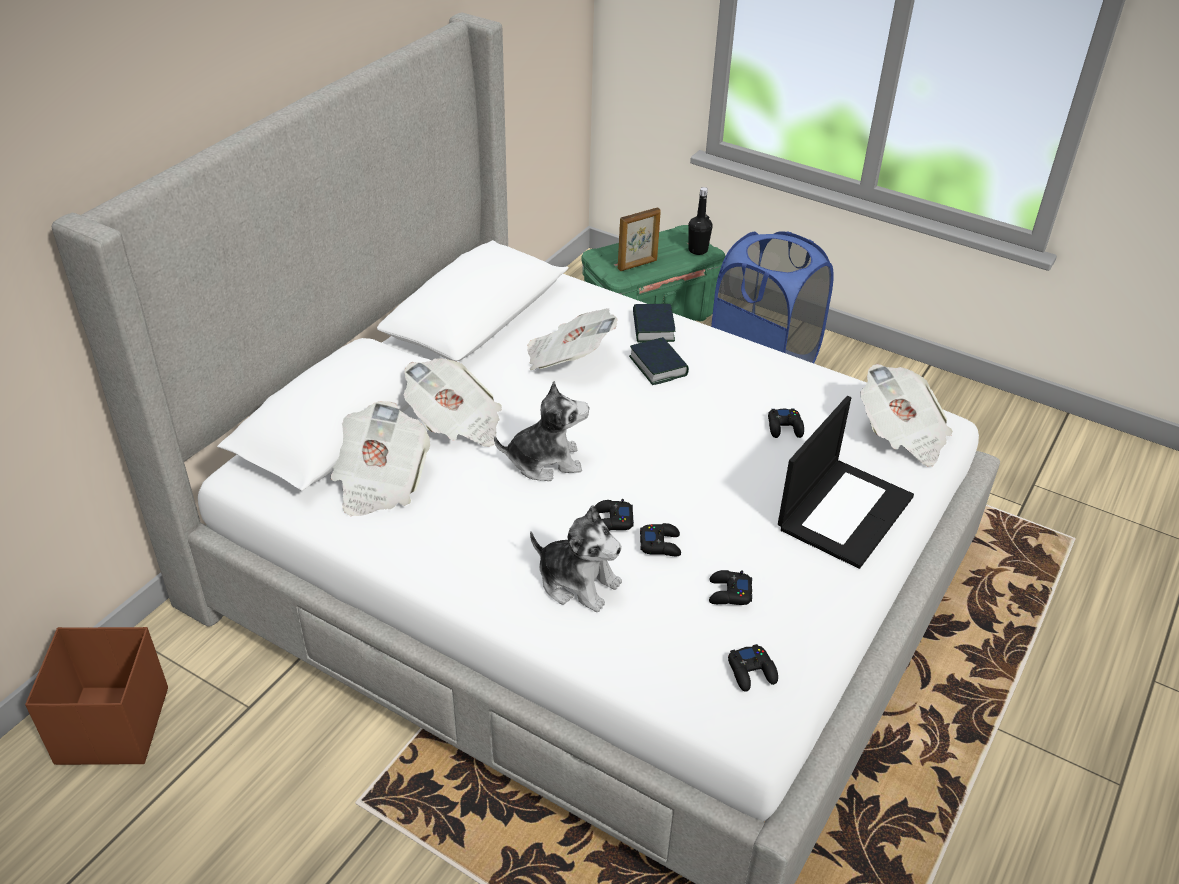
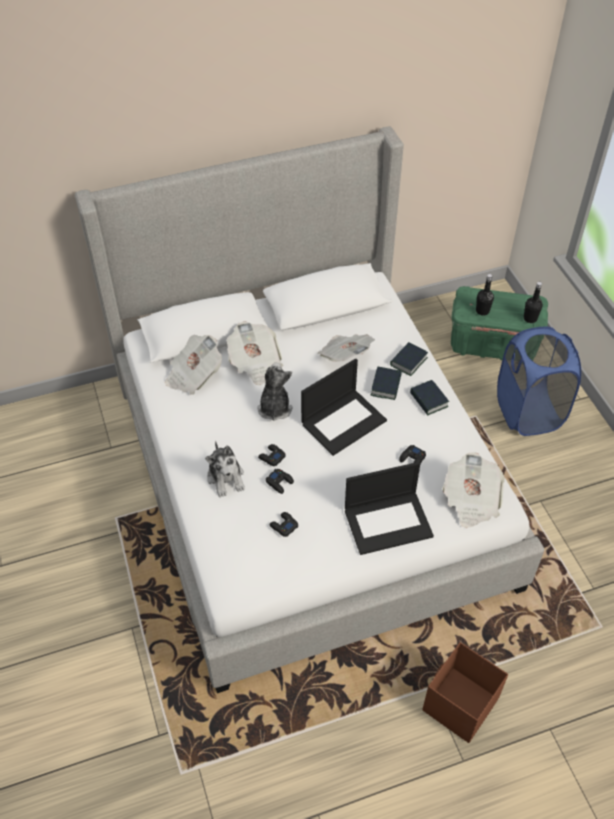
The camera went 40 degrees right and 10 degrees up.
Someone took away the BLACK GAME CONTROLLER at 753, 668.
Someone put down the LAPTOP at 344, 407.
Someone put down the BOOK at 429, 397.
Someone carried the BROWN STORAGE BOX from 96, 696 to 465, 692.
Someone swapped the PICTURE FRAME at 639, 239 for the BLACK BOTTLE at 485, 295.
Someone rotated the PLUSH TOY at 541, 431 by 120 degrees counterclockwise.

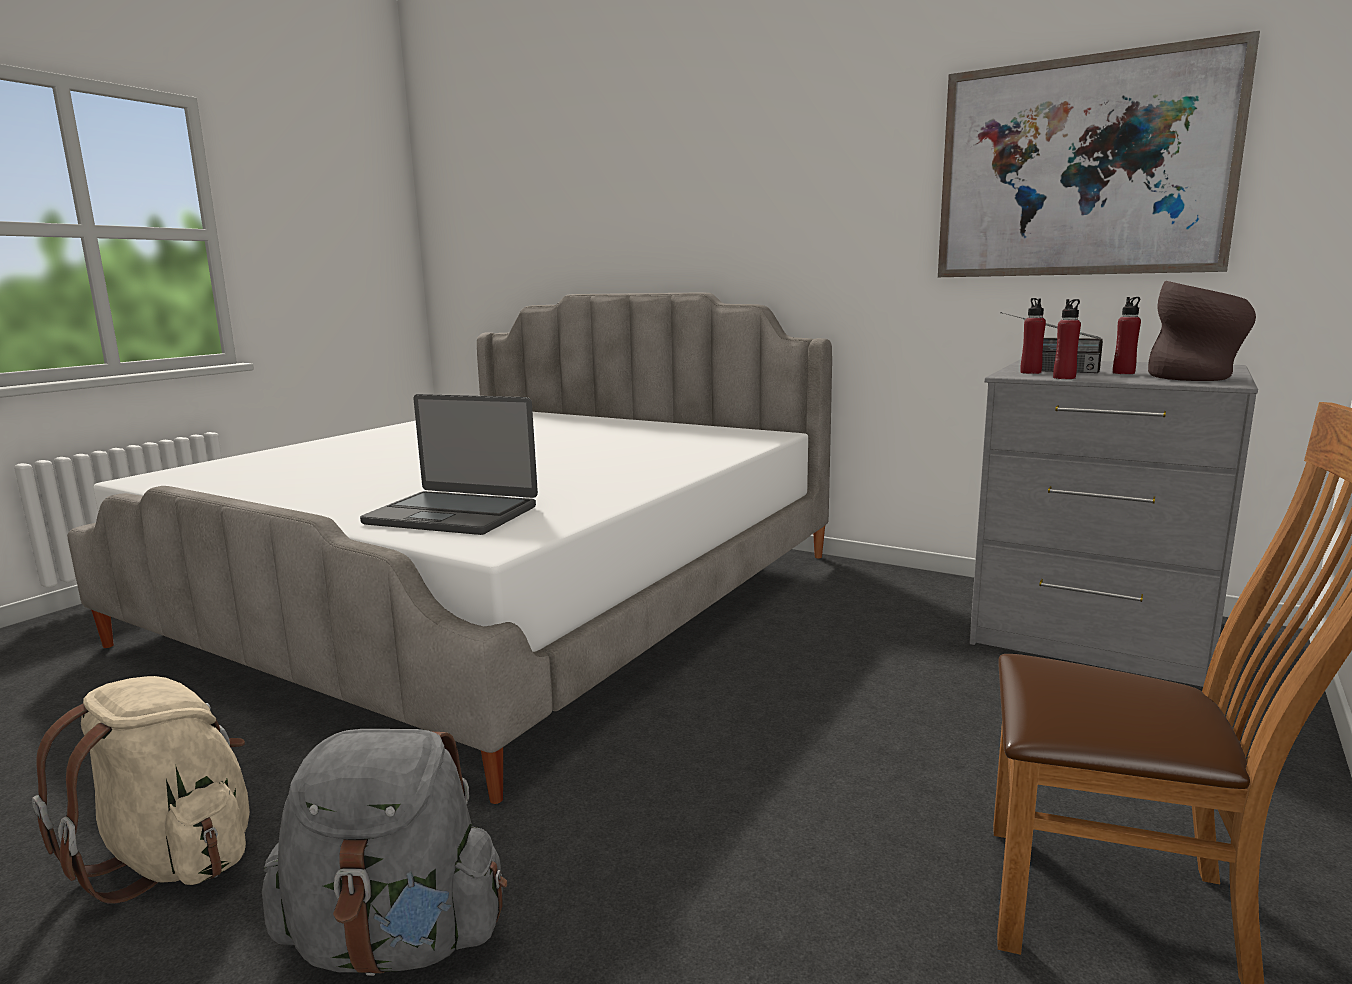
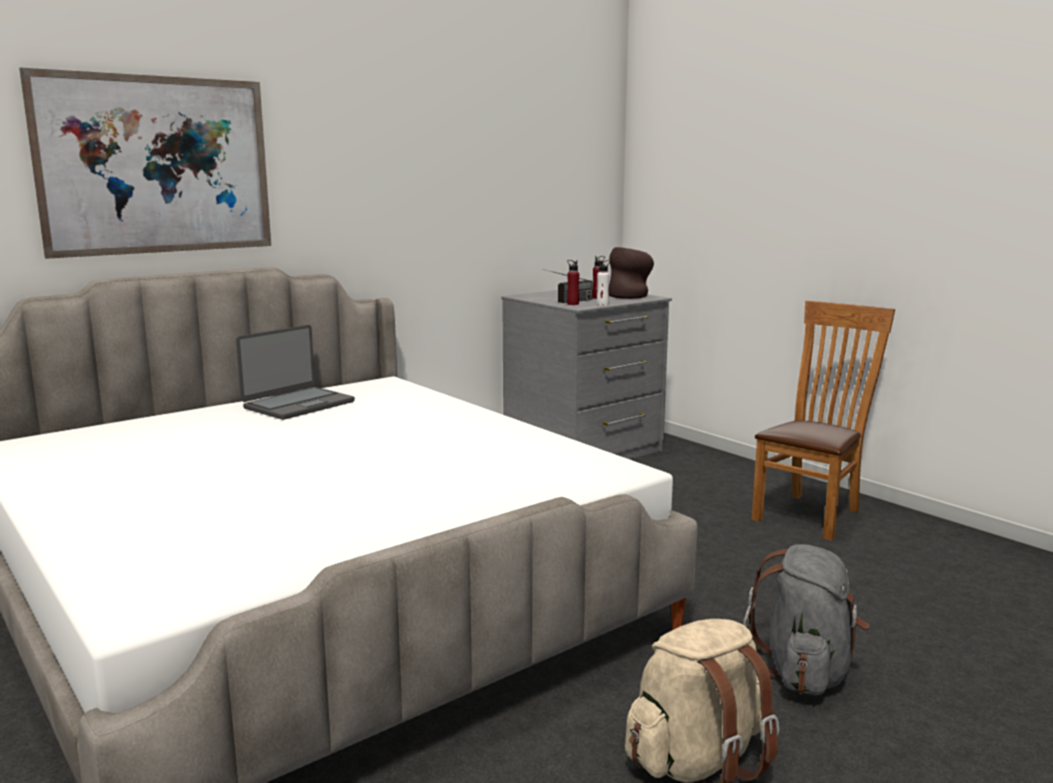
The camera went 70 degrees left and 0 degrees up.
Someone carried the LAPTOP from 449, 464 to 295, 372.
Someone carried the PICTURE from 1099, 154 to 145, 163.
Someone repainted the RED BOTTLE at 1067, 339, which became the WHITE BOTTLE at 603, 283.

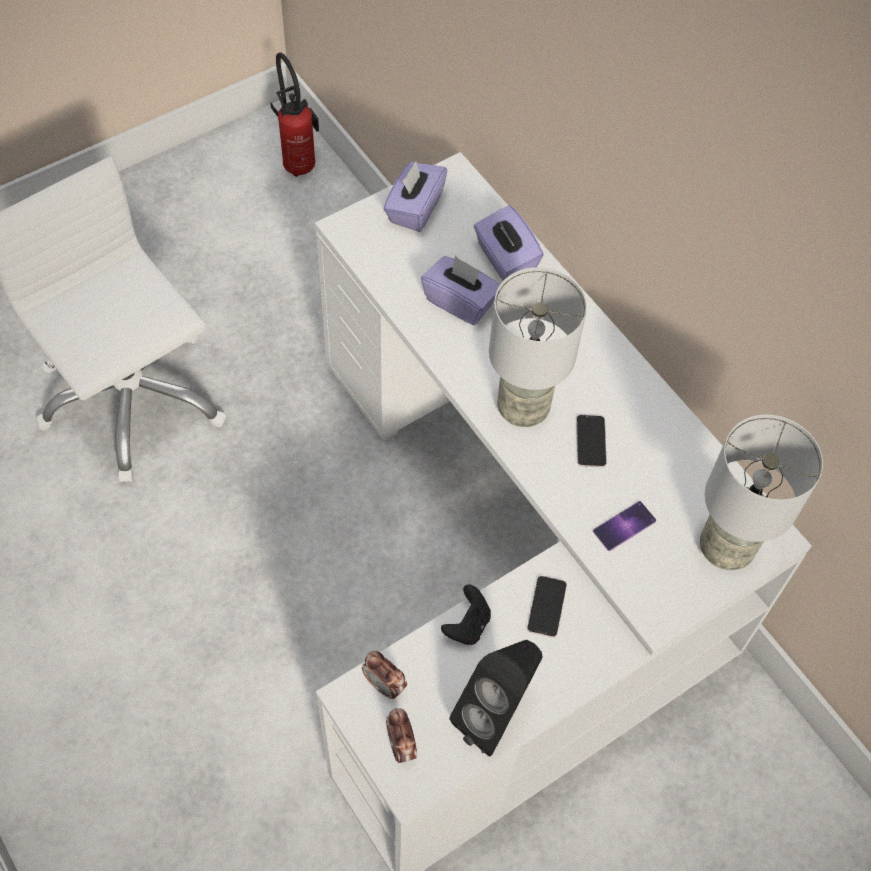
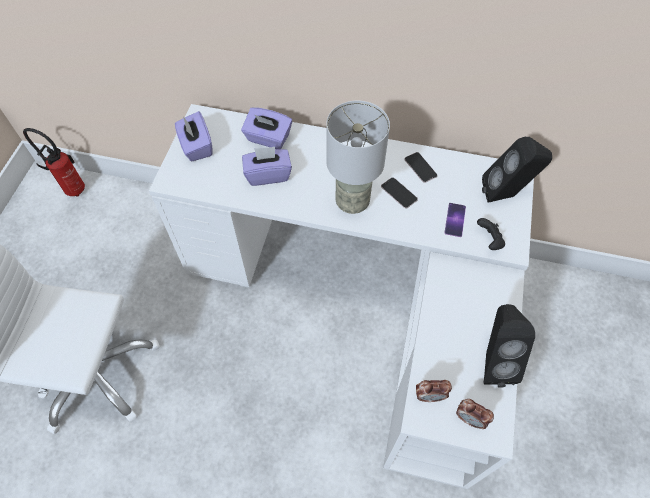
The camera went 40 degrees left and 0 degrees up.
Someone carried the BLACK GAME CONTROLLER from 466, 614 to 491, 234.
Someone carried the PHONE from 547, 607 to 420, 167.
Someone swapped the GREY TABLE LAMP at 761, 492 for the BLACK SPEAKER at 517, 170.

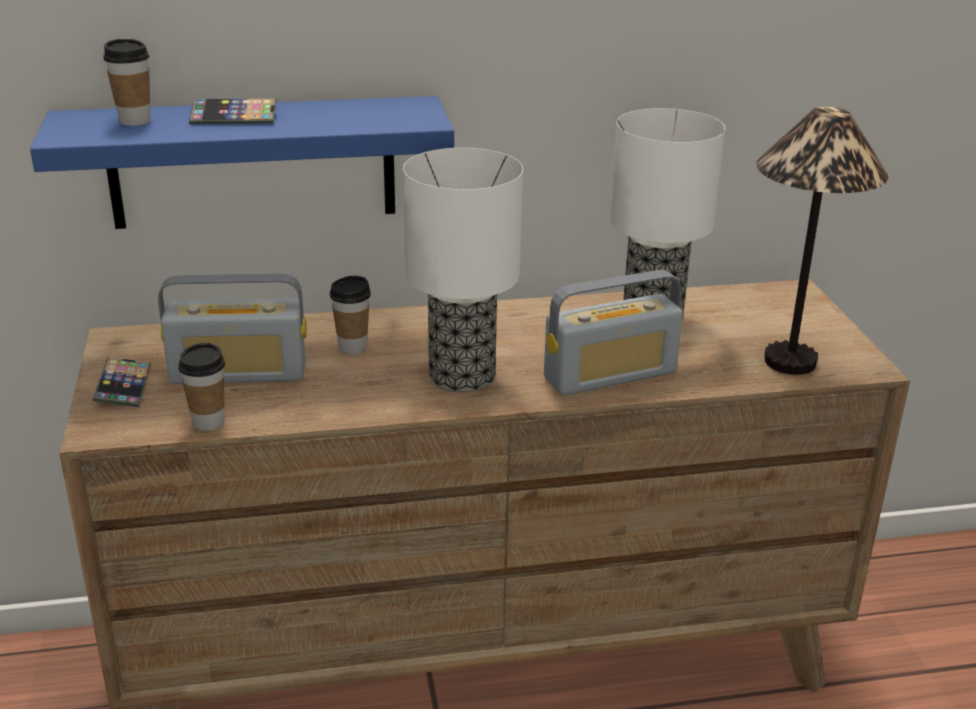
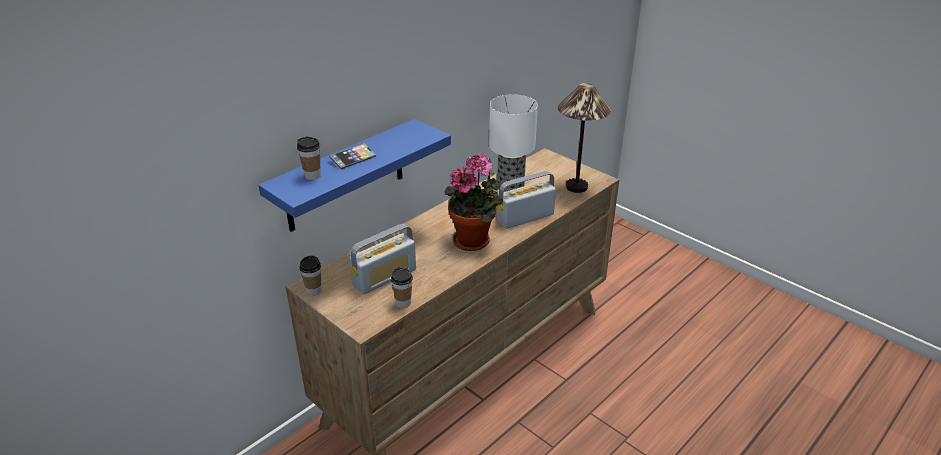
The camera went 35 degrees left and 5 degrees up.
Someone took away the PHONE at 122, 382.
Someone carried the CUP from 350, 315 to 310, 276.
Someone swapped the TABLE LAMP at 463, 270 for the POTTED PLANT at 474, 202.
Someone rotated the RADIO at 613, 332 by 150 degrees counterclockwise.

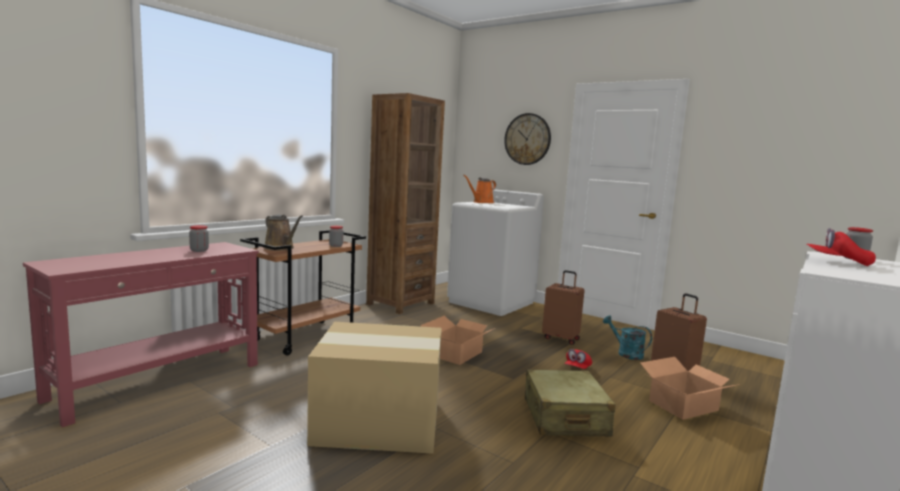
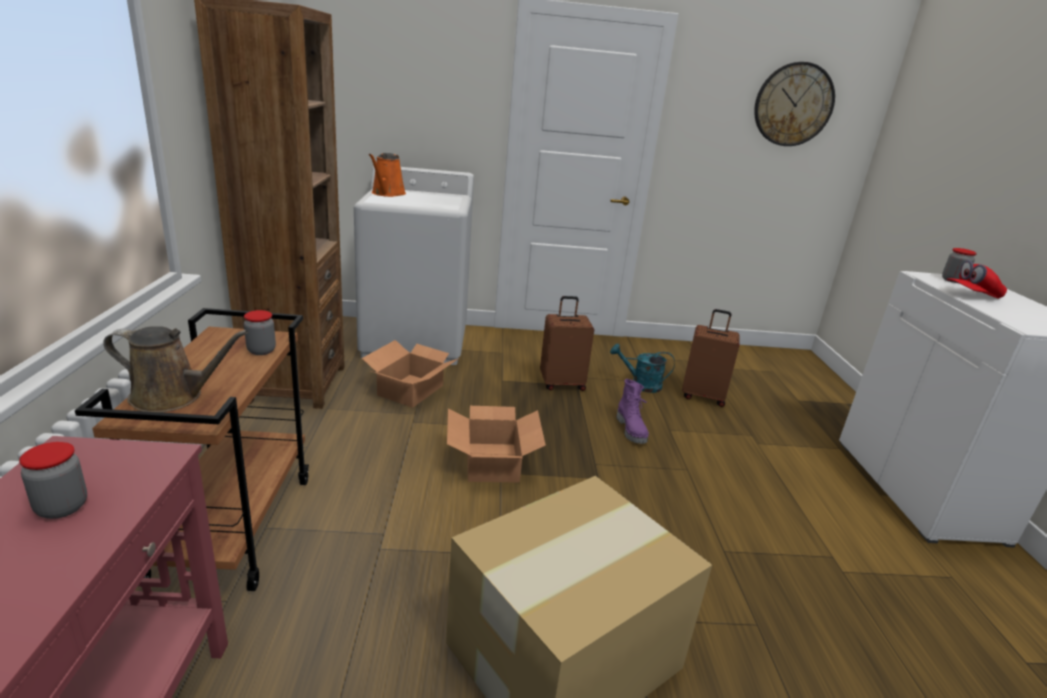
The camera went 40 degrees left and 15 degrees up.
Someone took away the BEIGE SUITCASE at 570, 403.
Someone carried the WALL CLOCK from 527, 139 to 794, 104.
Someone carried the CARDBOARD BOX from 690, 388 to 410, 374.
Someone swapped the RED CAP at 578, 359 for the PURPLE BOOT at 632, 411.

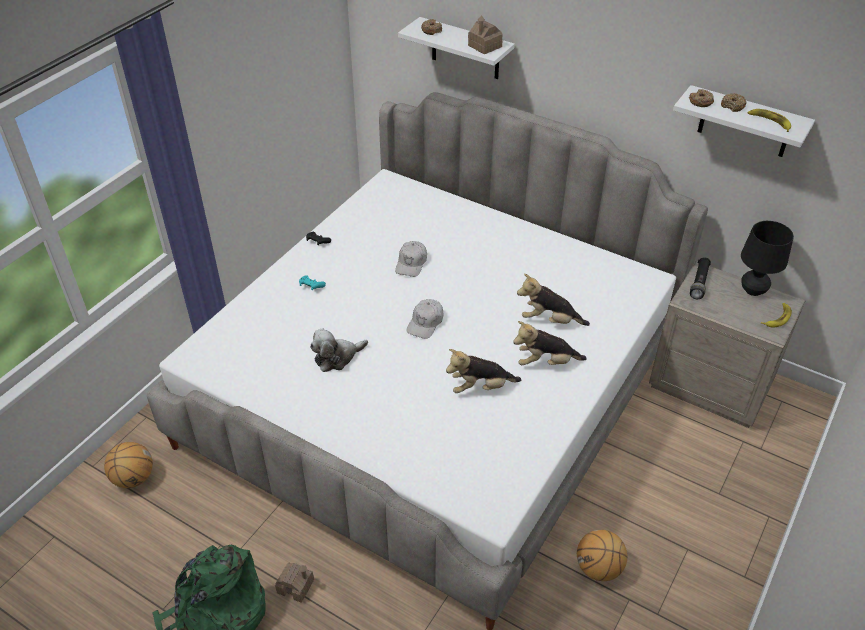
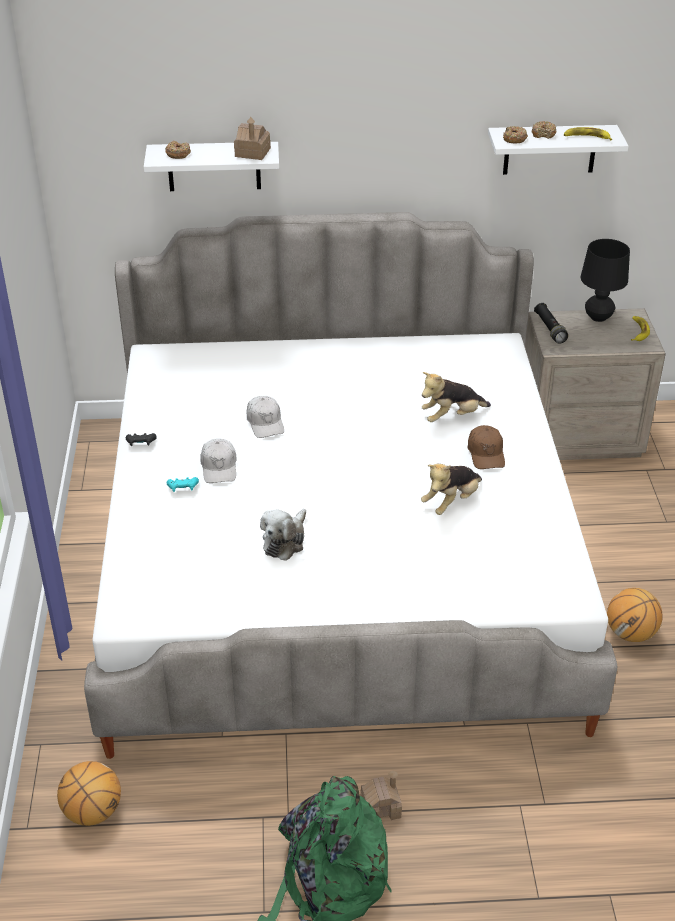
The camera went 35 degrees left and 5 degrees down.
Someone carried the WHITE CAP from 425, 319 to 218, 460.
Someone swapped the PLUSH TOY at 550, 343 for the BROWN CAP at 486, 447.

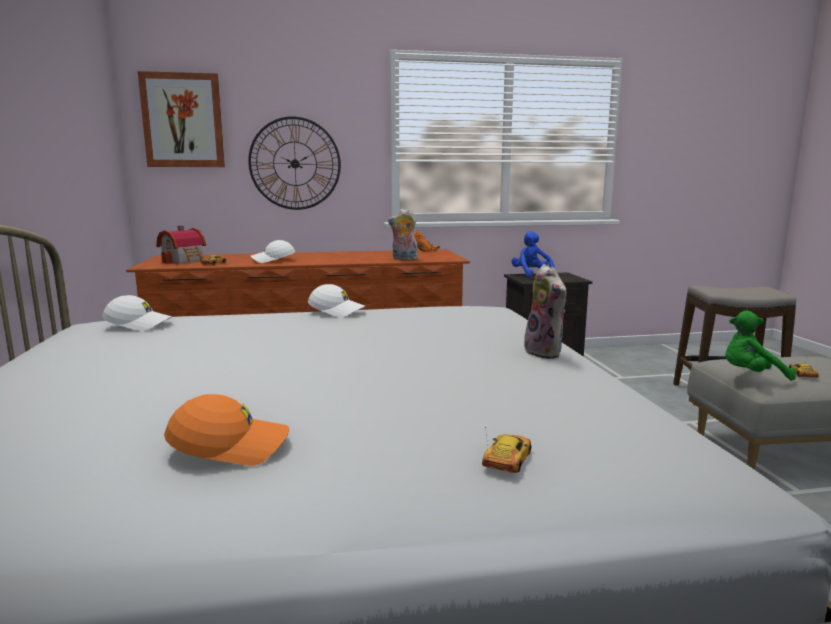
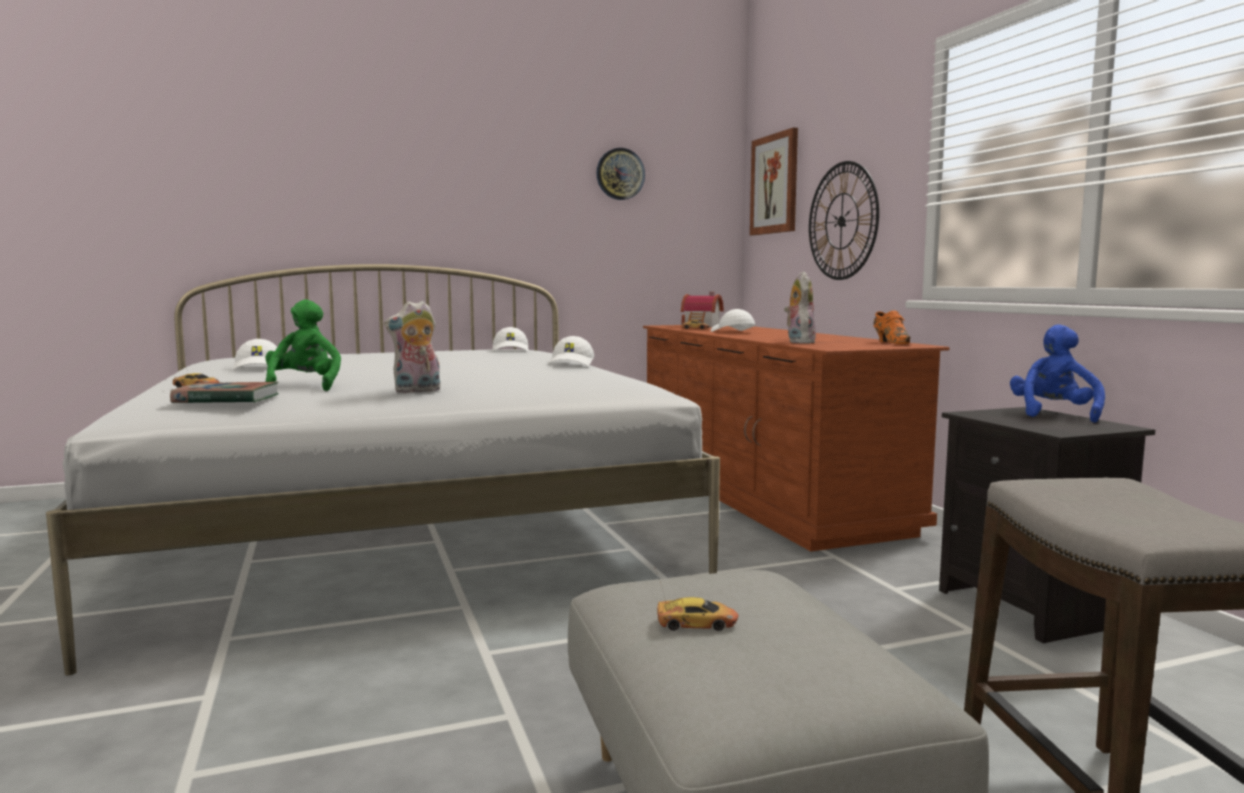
The camera went 80 degrees right and 5 degrees down.
Someone put down the BOOK at 224, 392.
Someone put up the WALL CLOCK at 620, 174.
Someone carried the GREEN PLUSH TOY from 760, 345 to 303, 345.
Someone repainted the ORANGE CAP at 226, 430, which became the WHITE CAP at 254, 354.
Someone rotated the BLUE PLUSH TOY at 533, 254 by 45 degrees counterclockwise.

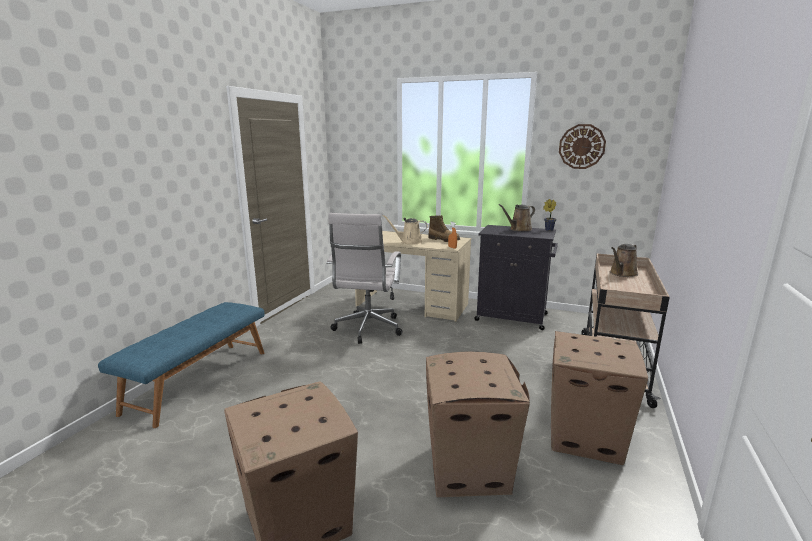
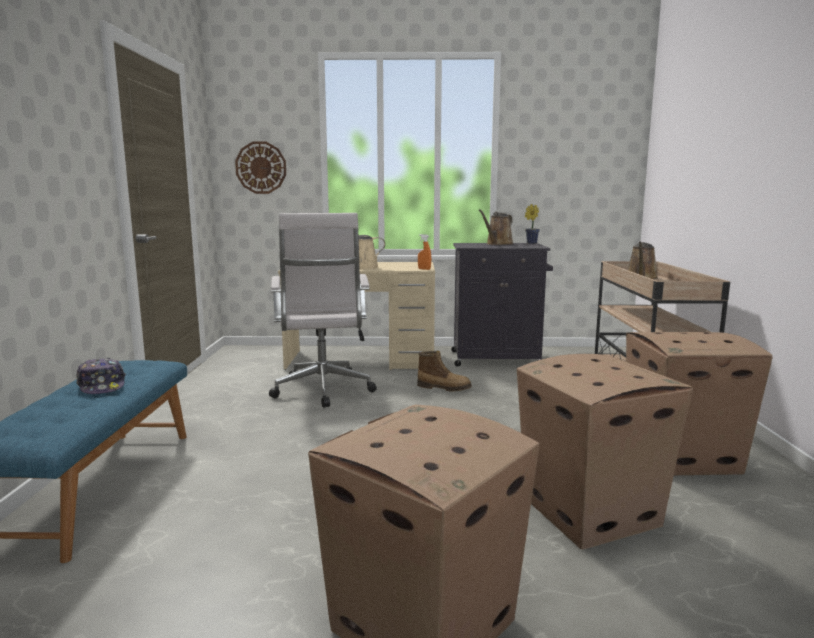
The camera went 20 degrees left and 5 degrees down.
Someone put down the CAP at 101, 376.
Someone carried the BOOT from 444, 228 to 444, 371.
Someone carried the WALL CLOCK from 582, 146 to 260, 167.

